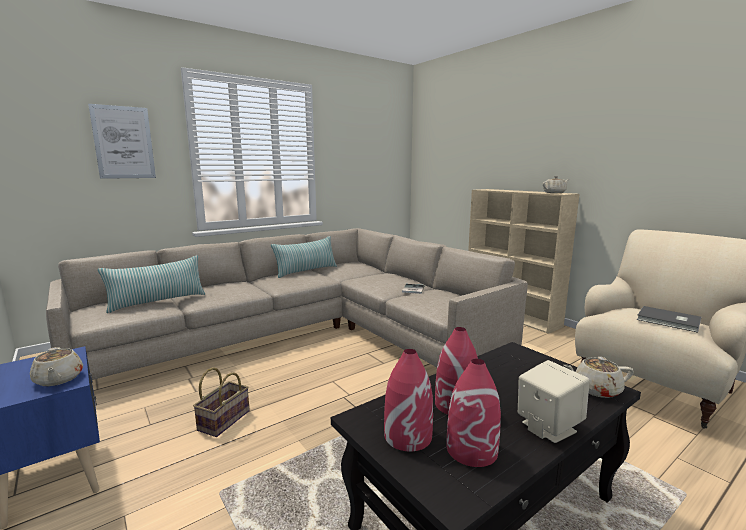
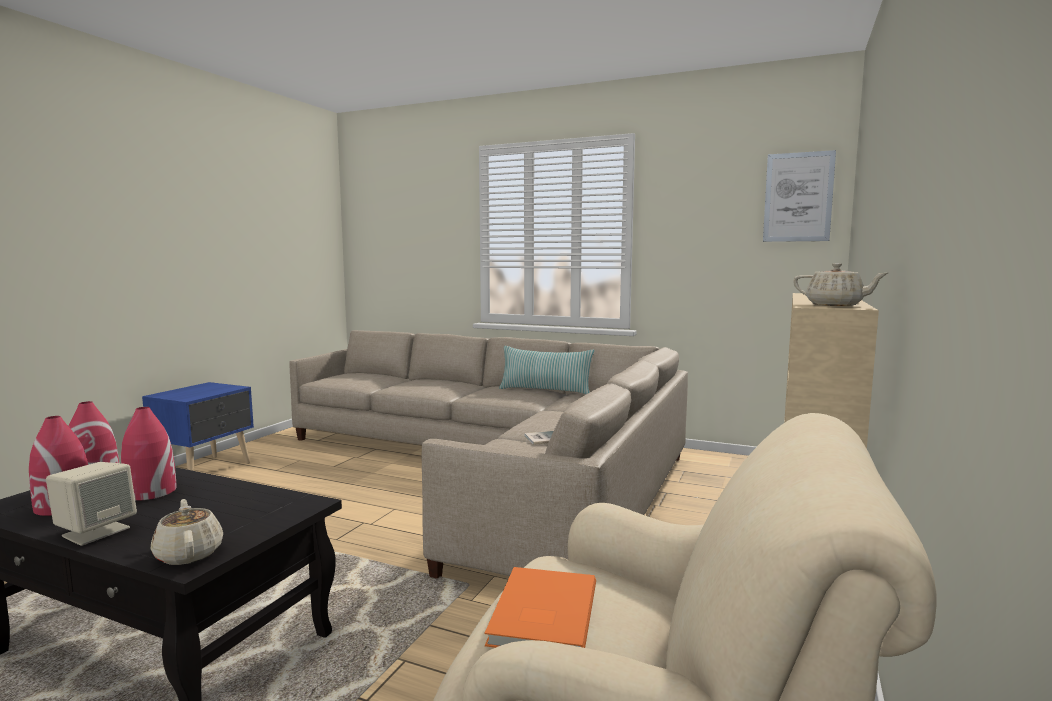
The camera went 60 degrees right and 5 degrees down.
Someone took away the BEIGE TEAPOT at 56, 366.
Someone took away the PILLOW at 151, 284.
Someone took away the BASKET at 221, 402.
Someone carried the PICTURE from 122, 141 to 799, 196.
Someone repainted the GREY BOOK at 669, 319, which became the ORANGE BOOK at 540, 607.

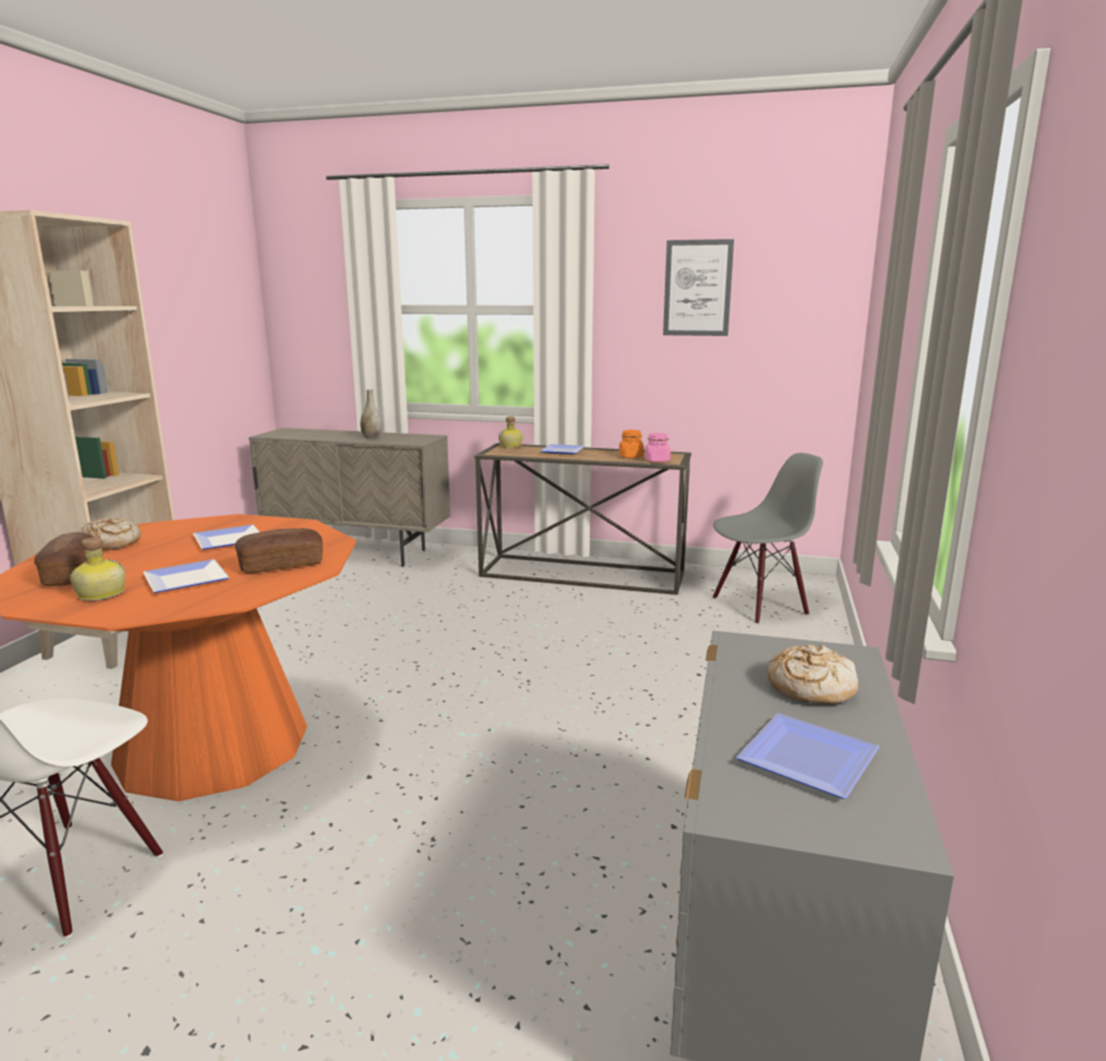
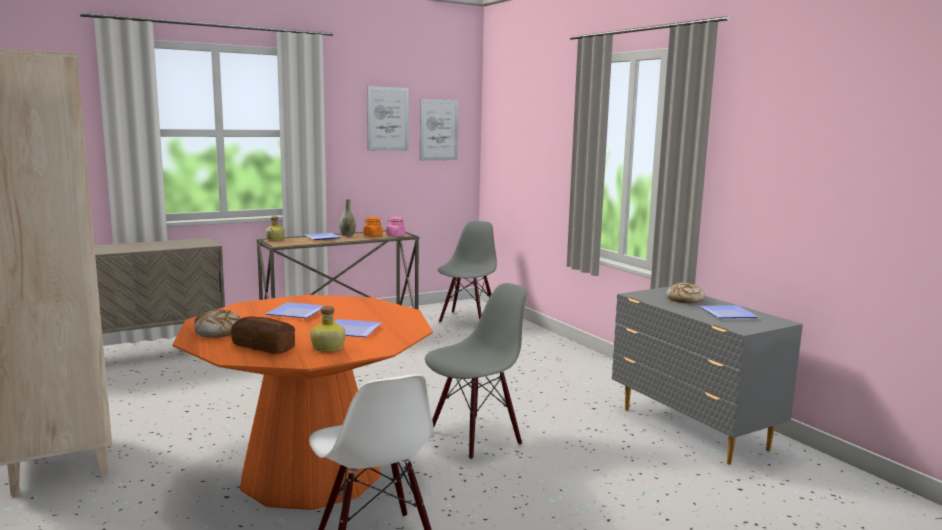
The camera went 45 degrees left and 5 degrees down.
Someone took away the BREAD at 279, 550.
Someone put up the PICTURE at 439, 130.
Someone put down the GREY CHAIR at 476, 371.
Someone carried the GREY VASE from 371, 414 to 347, 217.

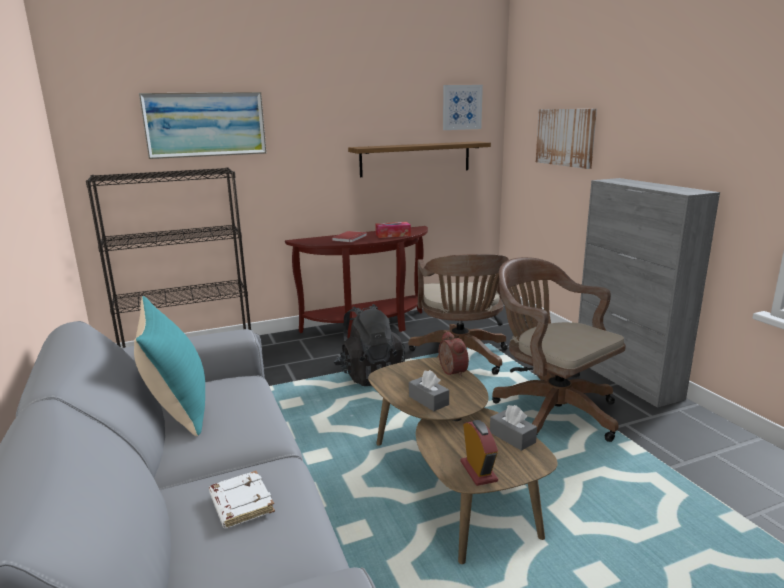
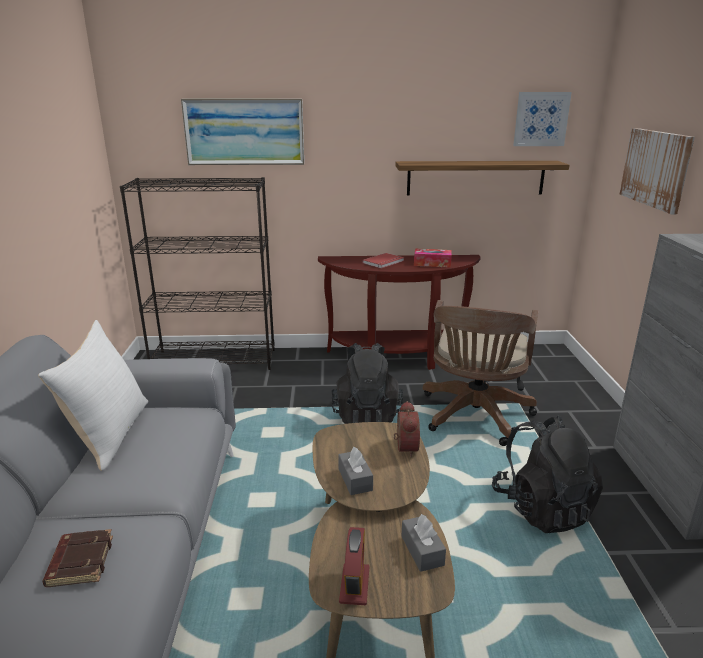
The camera went 20 degrees right and 5 degrees up.
Someone swapped the BROWN OFFICE CHAIR at 559, 349 for the BLACK BACKPACK at 547, 474.
Someone repainted the TURQUOISE PILLOW at 169, 366, which became the WHITE PILLOW at 93, 395.
Someone repainted the WHITE BOOK at 242, 500, which became the BROWN BOOK at 77, 558.

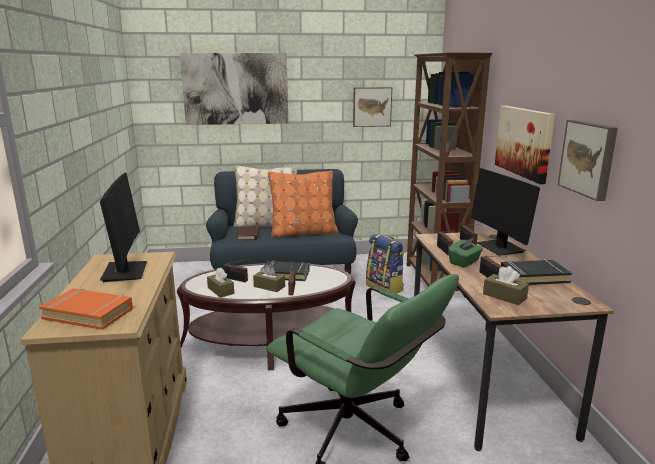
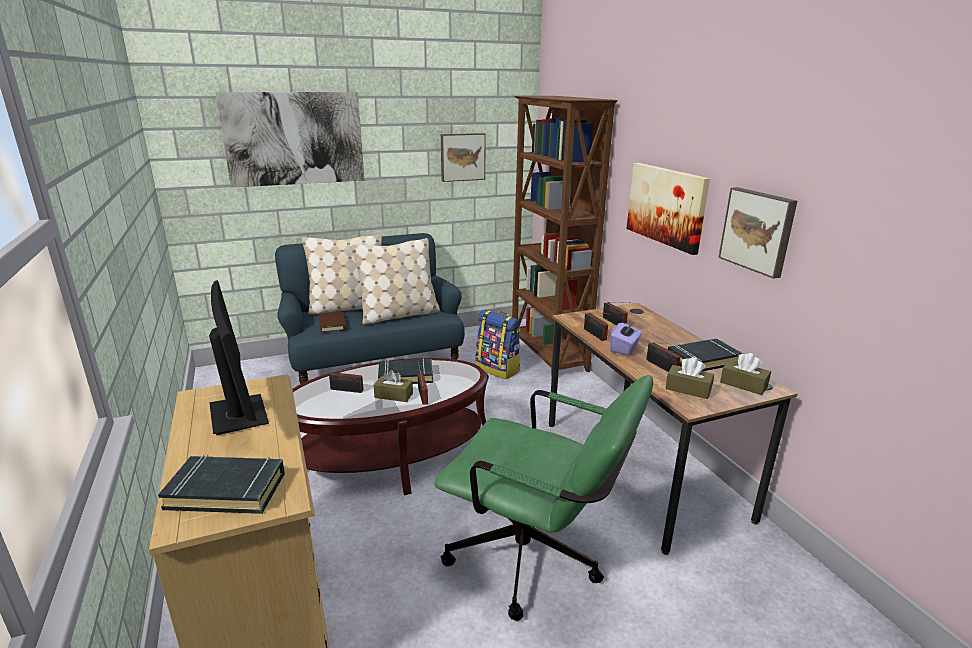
The camera went 15 degrees left and 5 degrees up.
Someone took away the MONITOR at 505, 212.
Someone carried the BROWN TISSUE BOX from 220, 283 to 745, 374.
Someone repainted the ORANGE BOOK at 86, 309, which became the BLACK BOOK at 221, 484.
Someone repainted the ORANGE PILLOW at 303, 204, which became the BEIGE PILLOW at 395, 281.
Someone repainted the GREEN TISSUE BOX at 465, 252, which became the PURPLE TISSUE BOX at 626, 338.

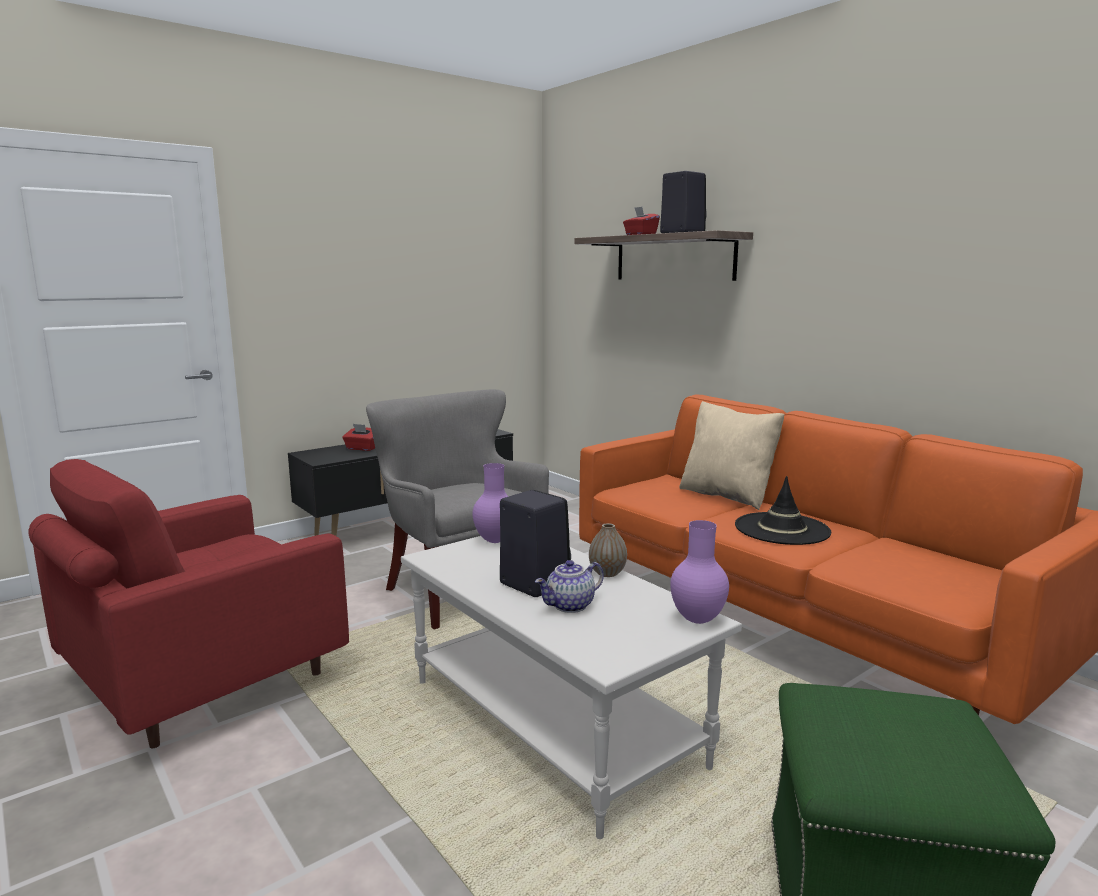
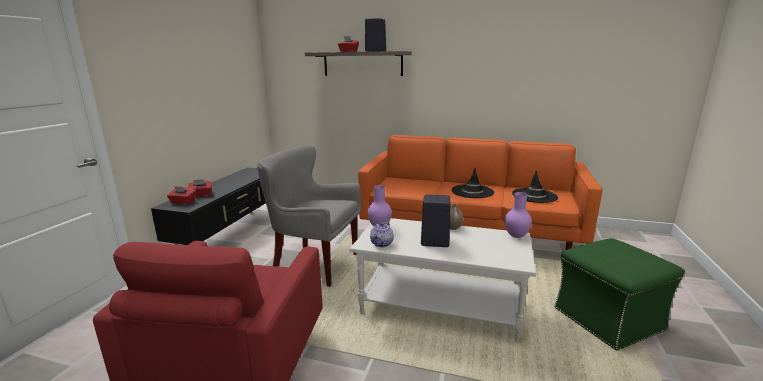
The camera went 35 degrees left and 5 degrees up.
Someone took away the BEIGE PILLOW at 732, 455.
Someone put down the RED TISSUE BOX at 181, 195.
Someone put down the BLACK HAT at 535, 187.
Someone carried the TEAPOT from 569, 586 to 382, 234.

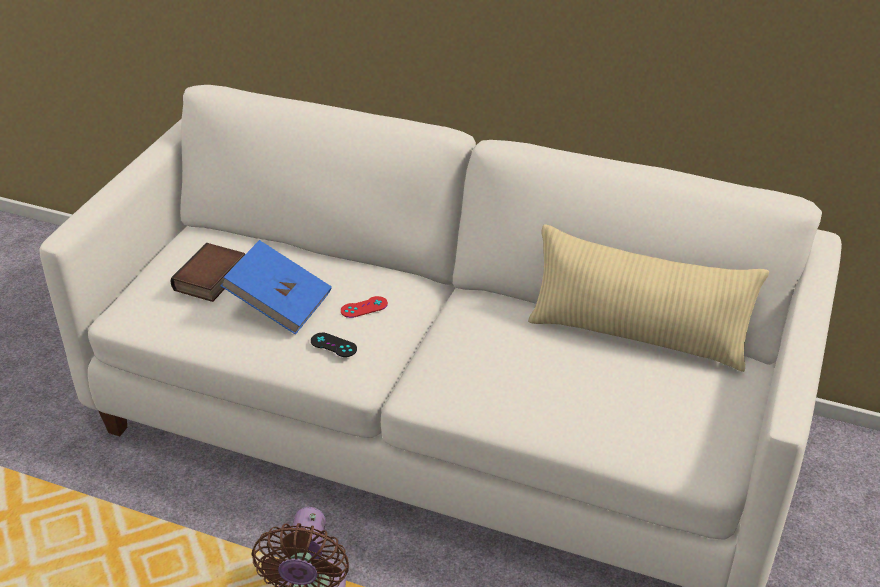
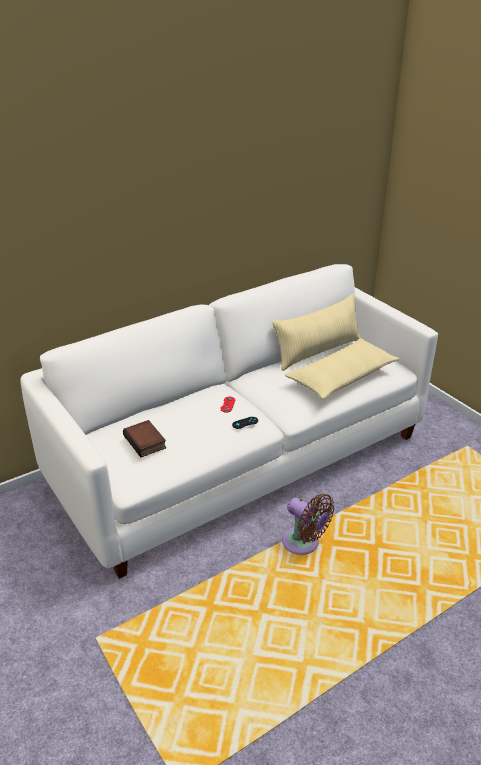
The camera went 55 degrees left and 5 degrees down.
Someone took away the BLUE BOOK at 276, 287.
Someone put down the BEIGE PILLOW at 342, 368.

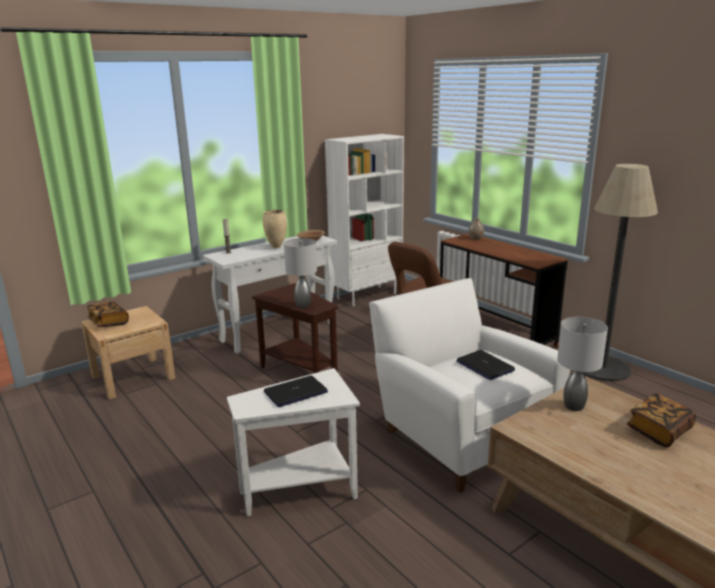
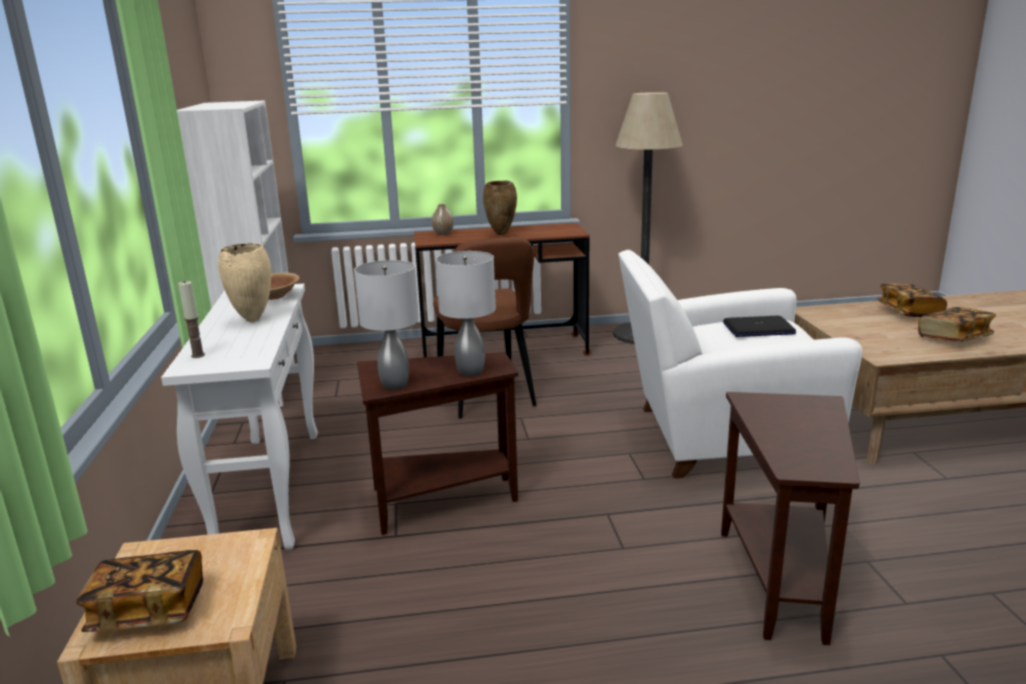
The camera went 60 degrees left and 0 degrees up.
Someone took away the LAPTOP at 296, 391.
Someone put down the BROWN VASE at 500, 208.
Someone put down the BOOK at 957, 324.
Someone carried the GREY TABLE LAMP from 582, 364 to 386, 325.
Someone repainted the WHITE SIDE TABLE at 293, 442, which became the BROWN SIDE TABLE at 790, 518.

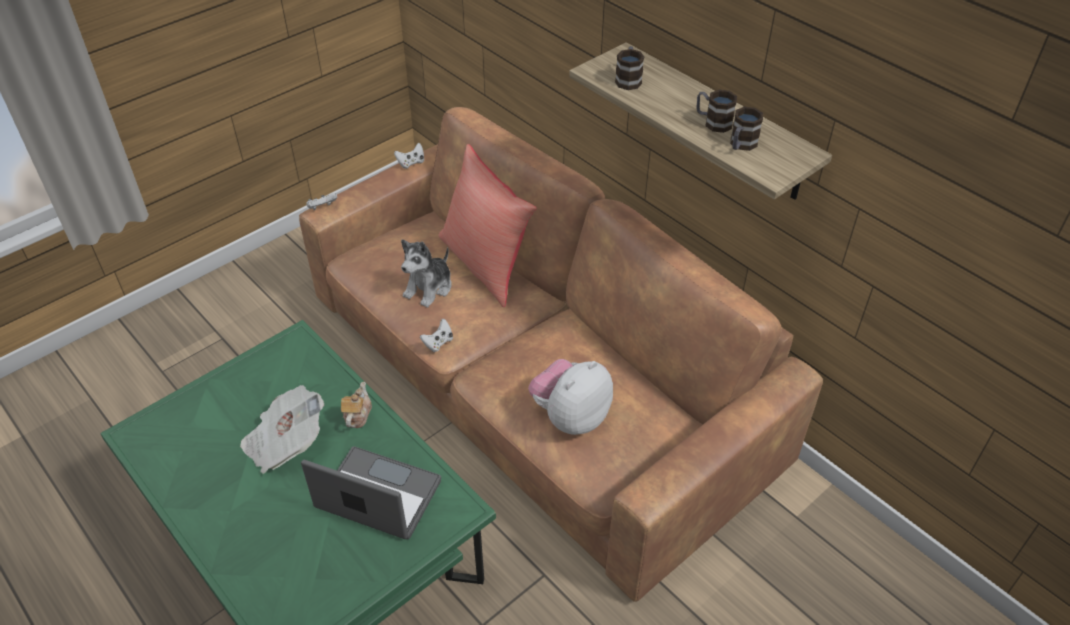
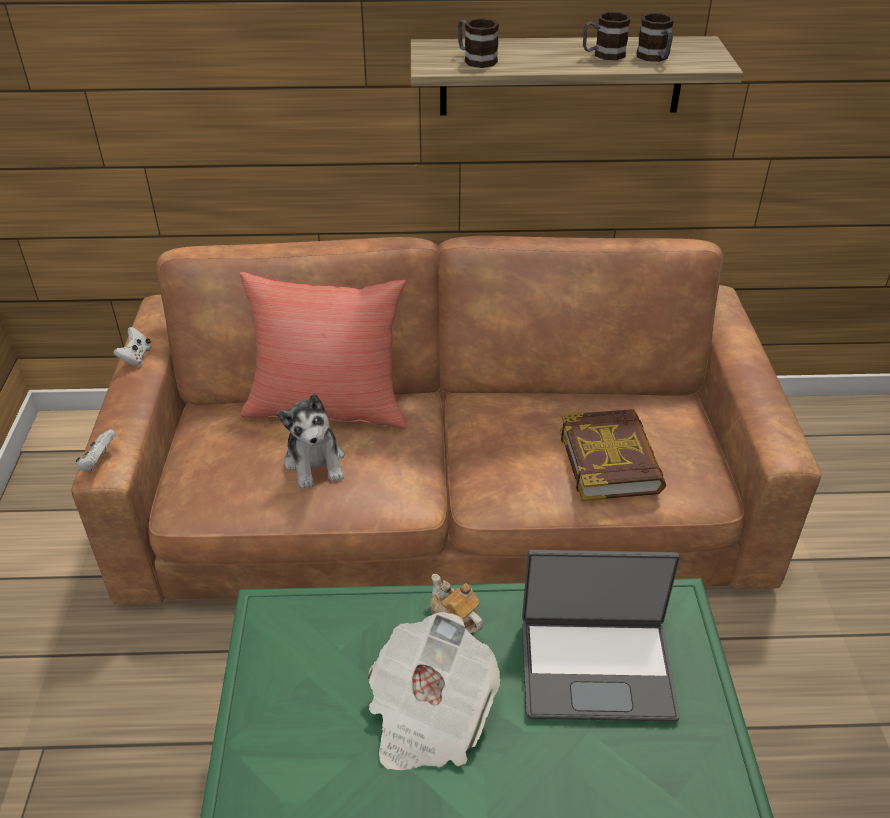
The camera went 50 degrees left and 5 degrees down.
Someone took away the WHITE GAME CONTROLLER at 436, 335.
Someone swapped the PLUSH TOY at 570, 397 for the BOOK at 613, 455.
Someone rotated the LAPTOP at 371, 492 by 150 degrees counterclockwise.

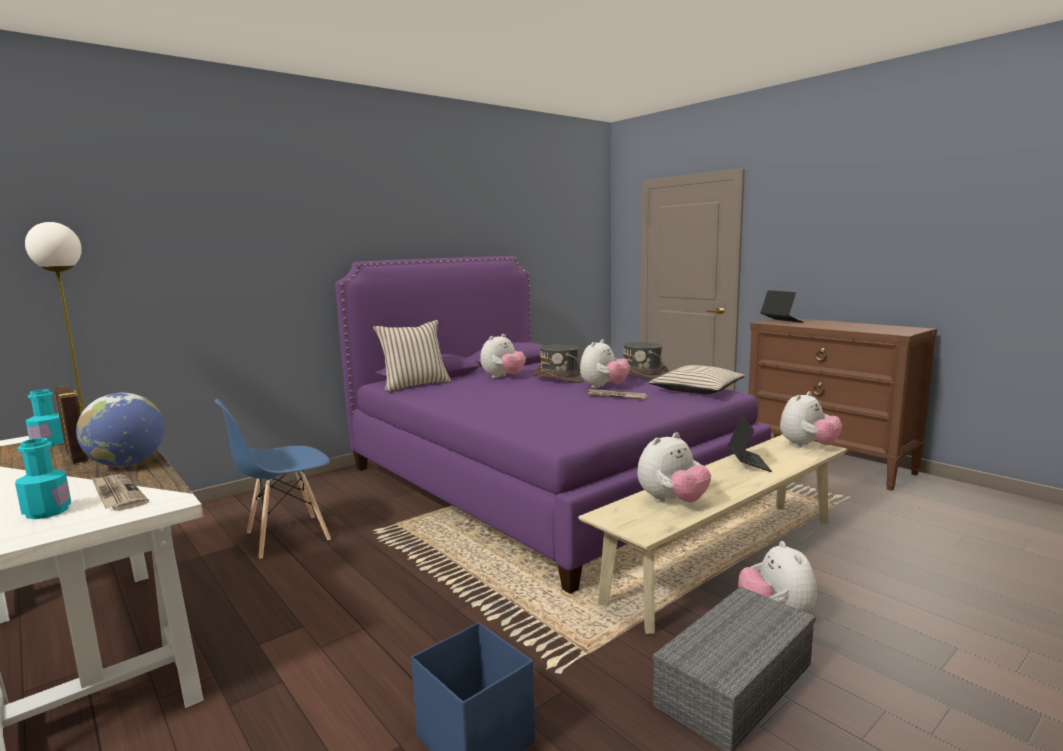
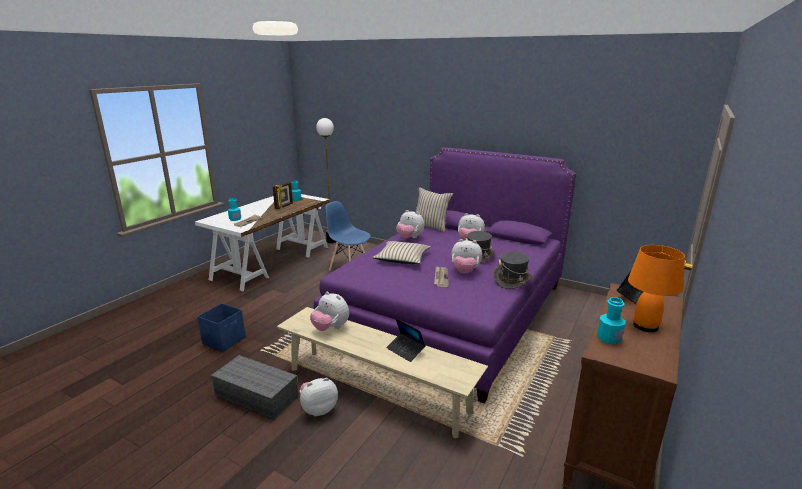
The camera went 70 degrees right and 10 degrees up.
Someone took away the GLOBE at 120, 430.
Someone put down the TURQUOISE BOTTLE at 611, 320.
Someone put down the ORANGE TABLE LAMP at 656, 288.
Someone carried the BEIGE PILLOW from 697, 379 to 401, 252.
Someone carried the PLUSH TOY from 811, 419 to 410, 224.
Someone rotated the LAPTOP at 750, 444 by 60 degrees clockwise.

